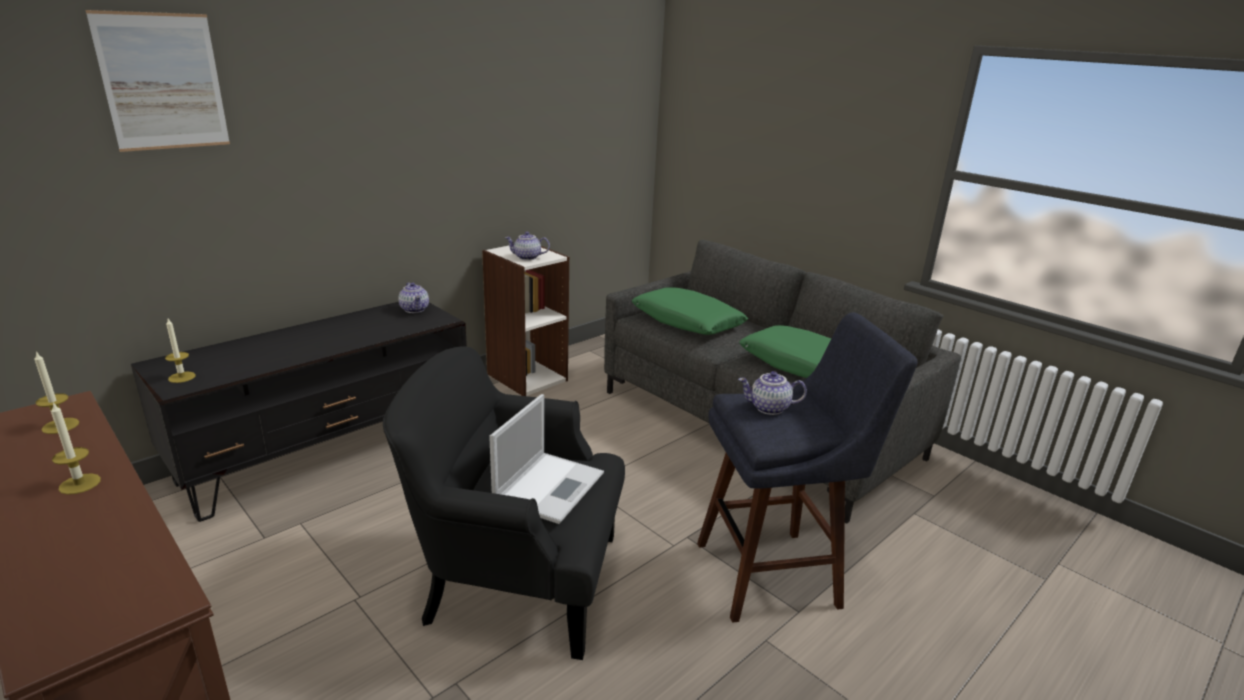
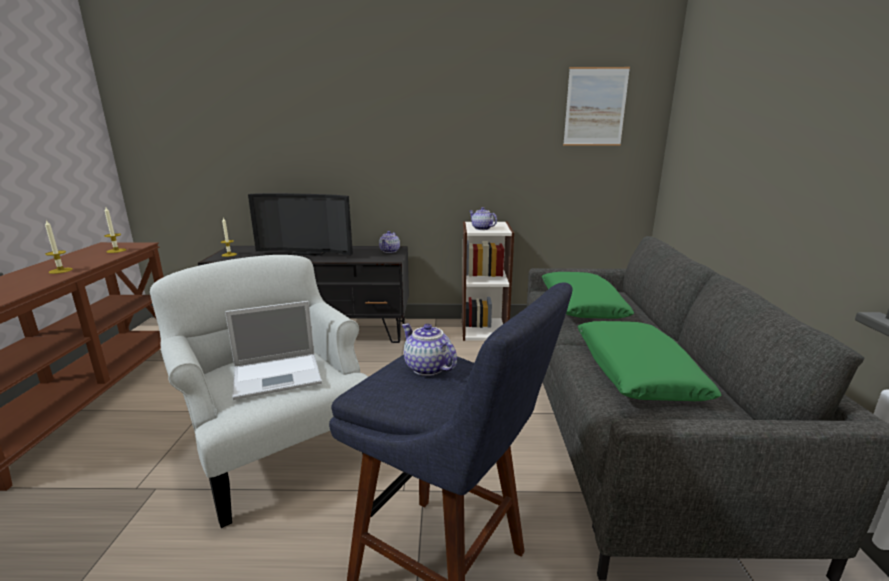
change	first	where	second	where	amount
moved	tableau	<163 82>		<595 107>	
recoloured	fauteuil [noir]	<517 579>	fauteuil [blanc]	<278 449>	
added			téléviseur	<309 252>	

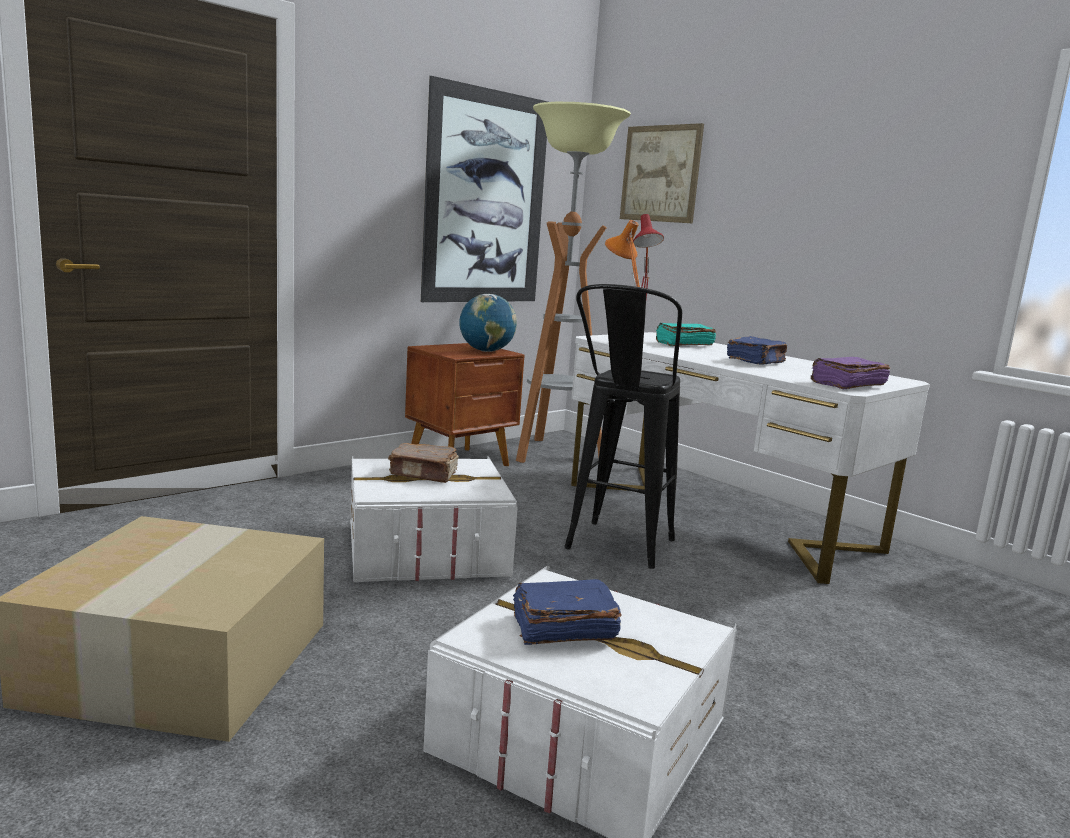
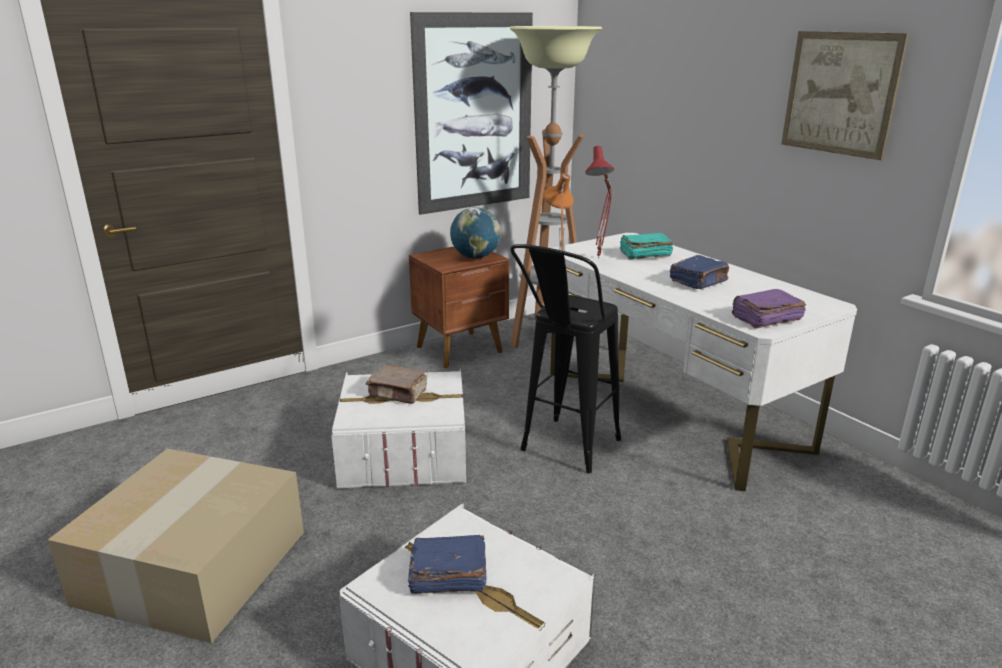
change	first	where	second	where	amount
moved	tableau	<660 174>		<840 93>	

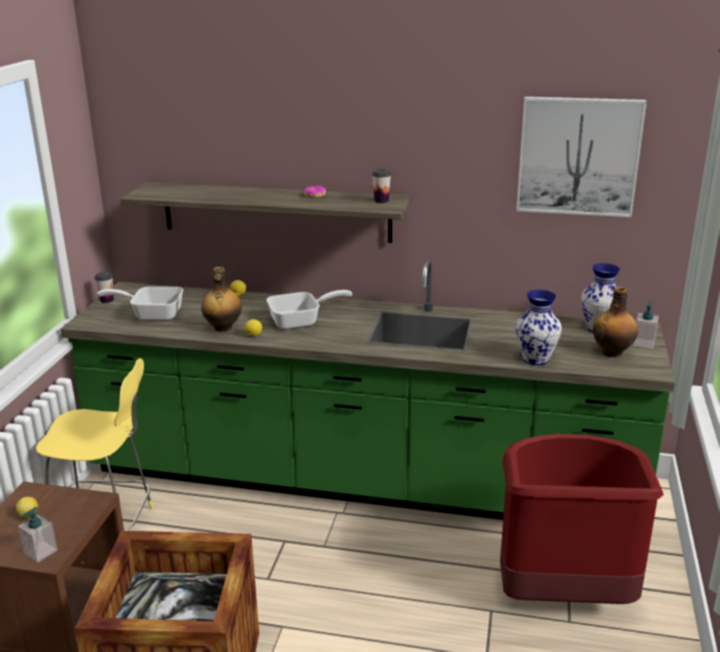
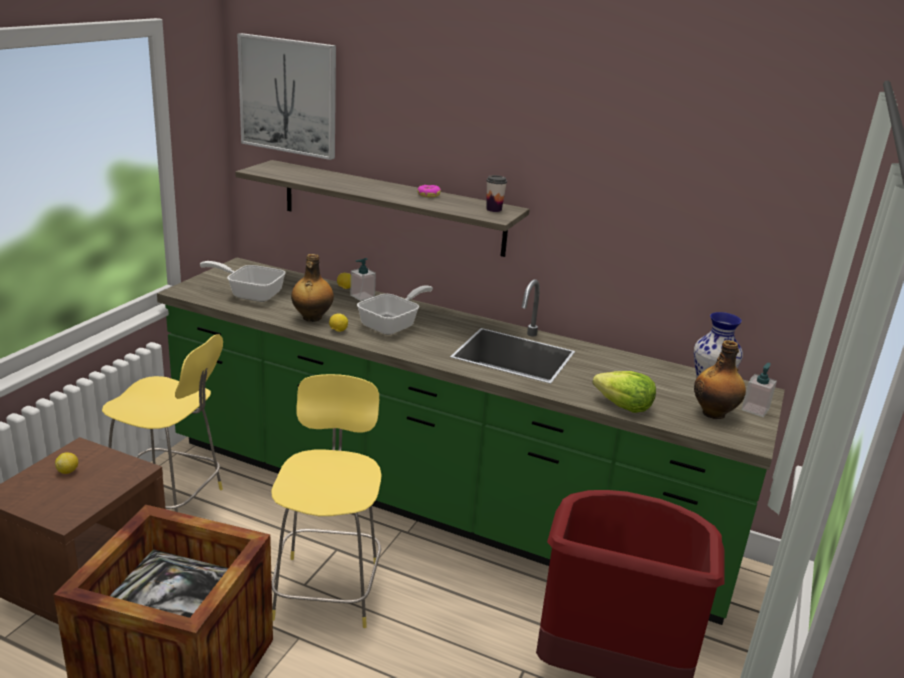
change	first	where	second	where	amount
moved	tableau	<578 156>		<288 96>	
removed	tasse	<107 300>			
turned	poêle	<301 322>		<393 325>	45 degrees counterclockwise
replaced	vase	<536 359>	laitue	<623 406>	
moved	distributeur de savon	<40 552>		<362 296>	
added			tabouret [jaune]	<327 587>	

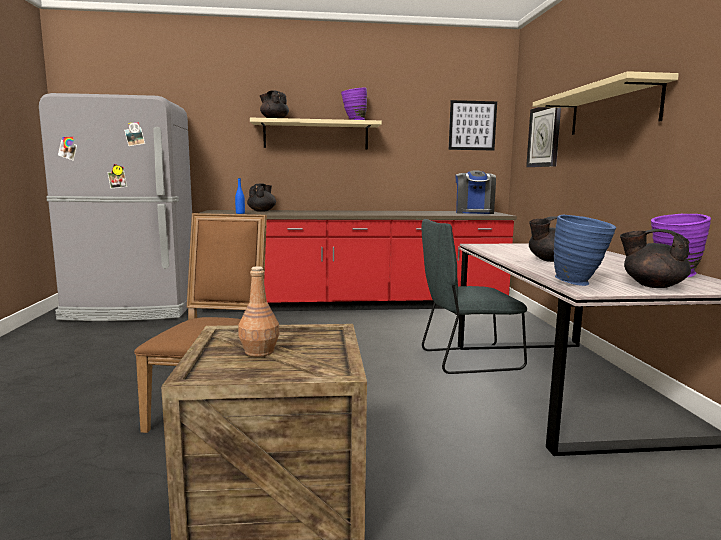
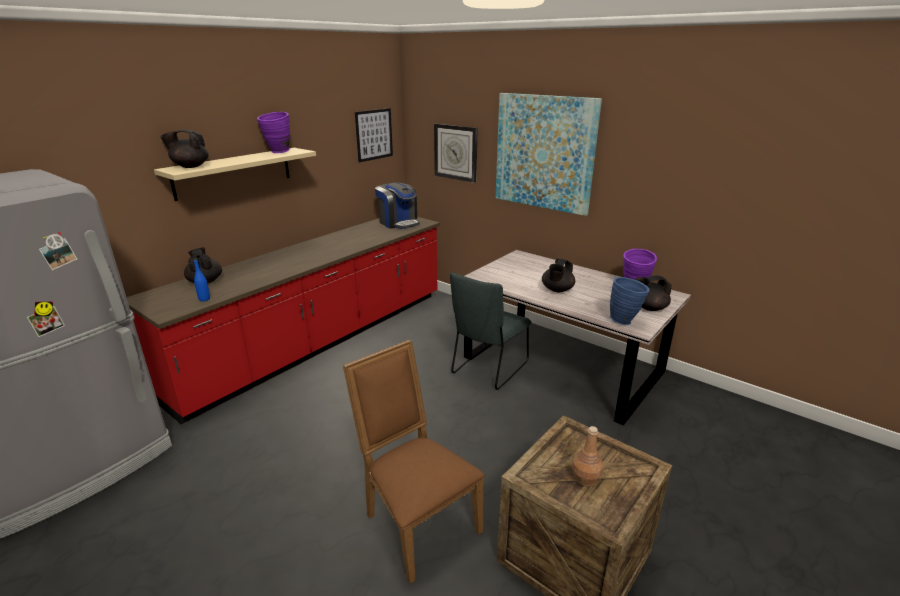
change	first	where	second	where	amount
replaced	étagère [beige]	<613 109>	tableau	<544 153>	

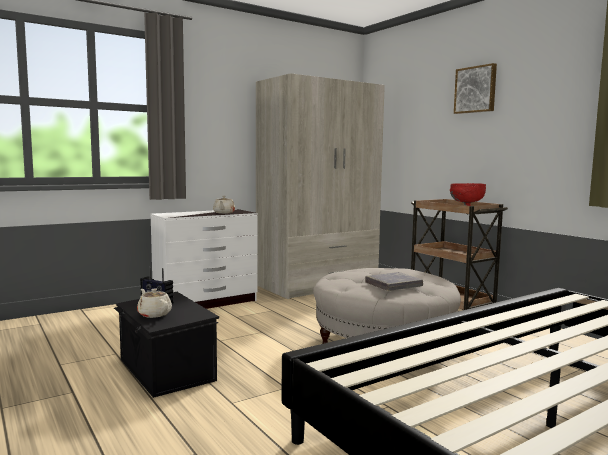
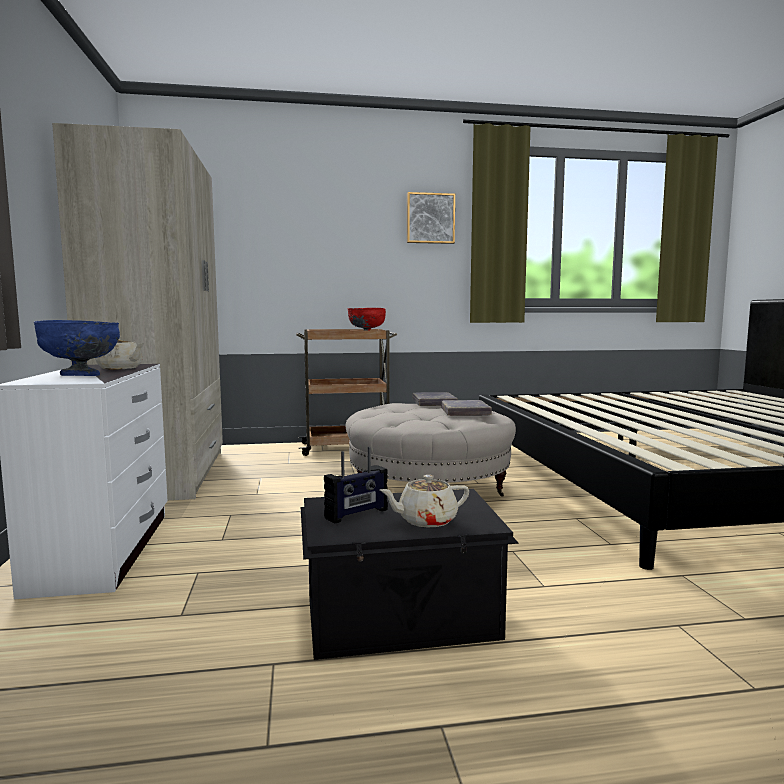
change	first	where	second	where	amount
moved	tableau	<476 89>		<430 218>	
added			bol [bleu]	<81 376>	
added			livre [gris]	<434 403>	

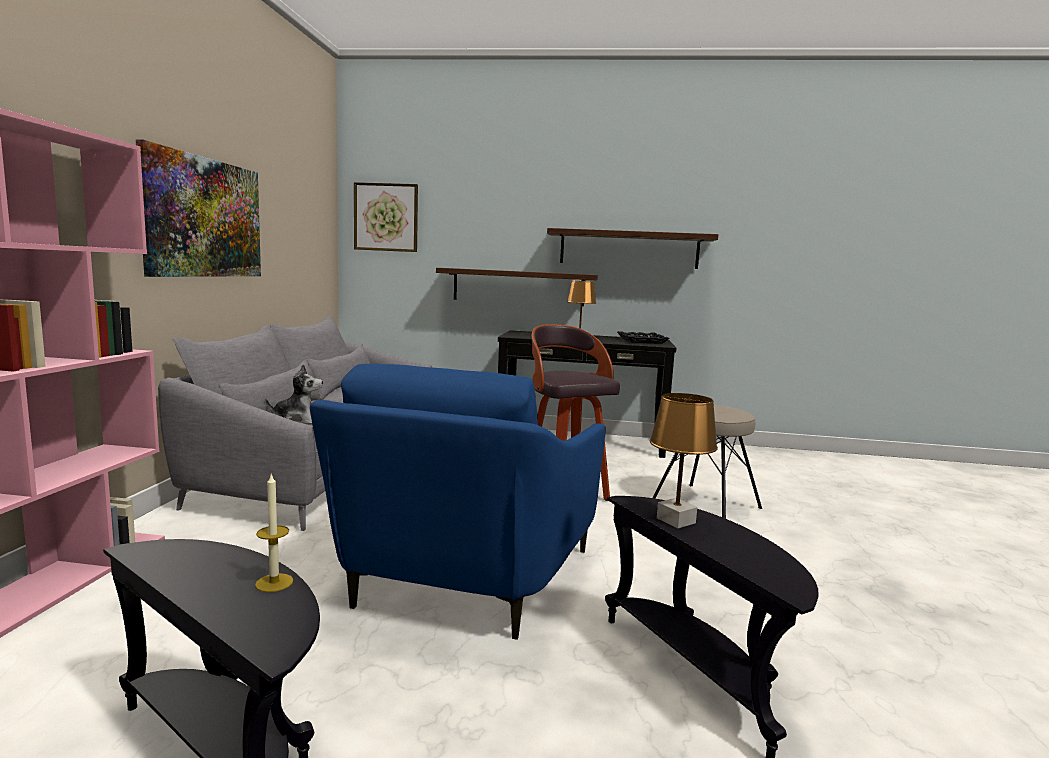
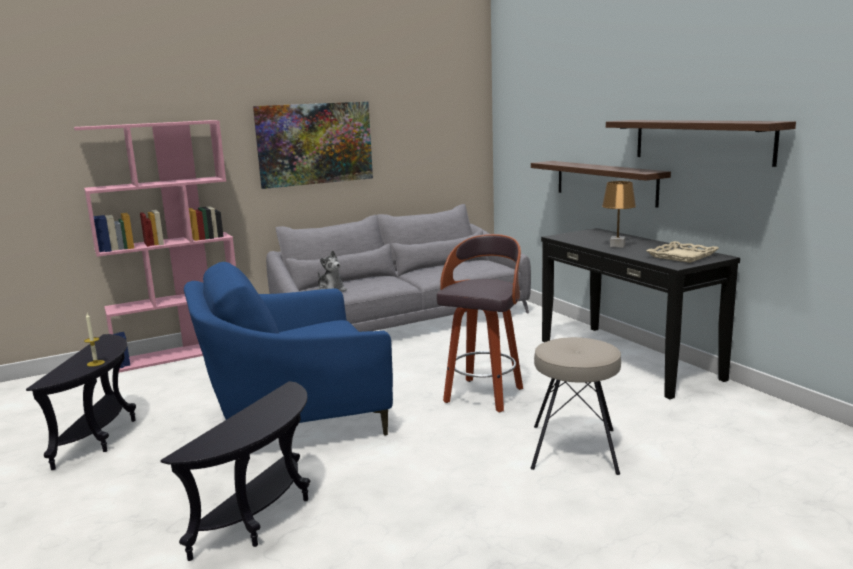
change	first	where	second	where	amount
removed	tableau	<386 217>			
recoloured	plateau [noir]	<641 341>	plateau [beige]	<681 256>	
removed	lampe de table [marron]	<676 521>			

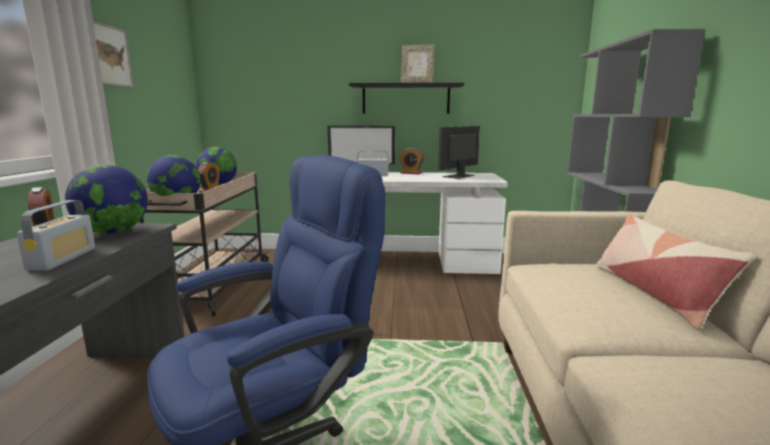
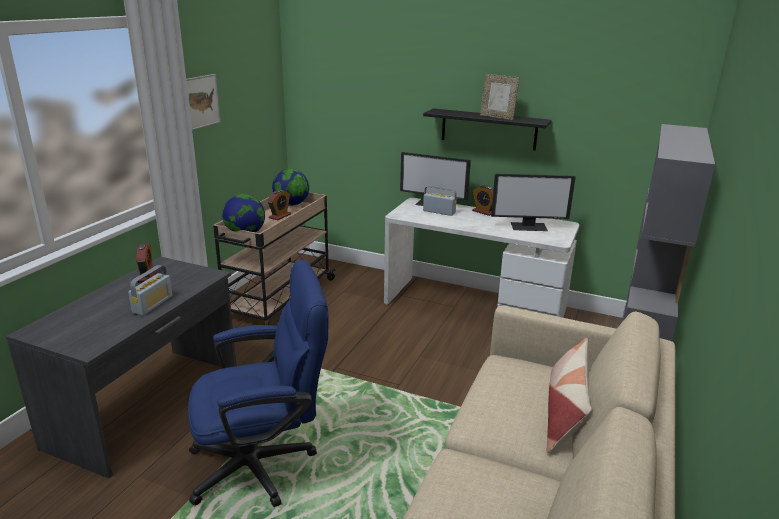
change	first	where	second	where	amount
turned	écran d'ordinateur	<459 176>		<529 226>	150 degrees counterclockwise
removed	globe	<113 232>			

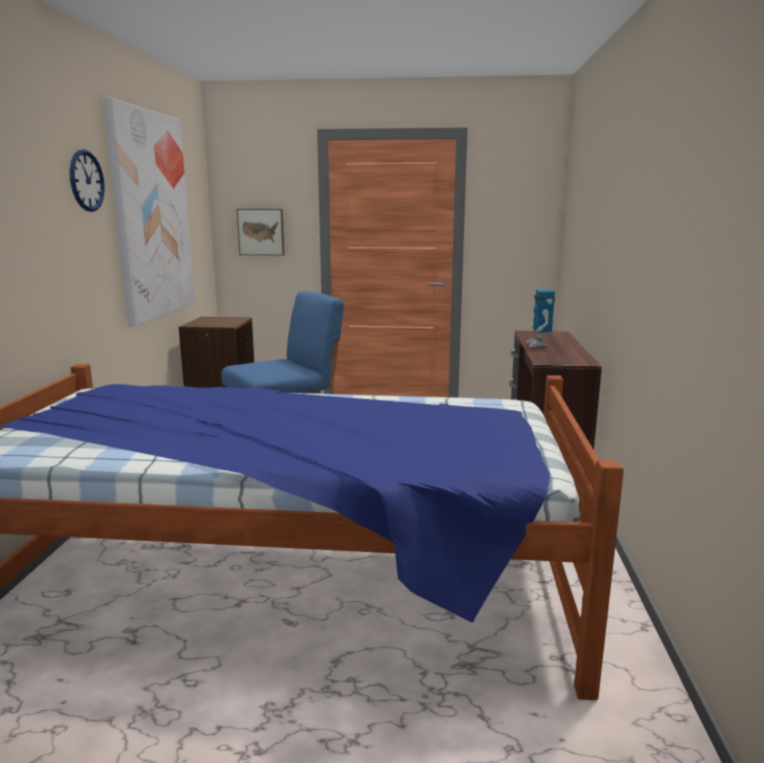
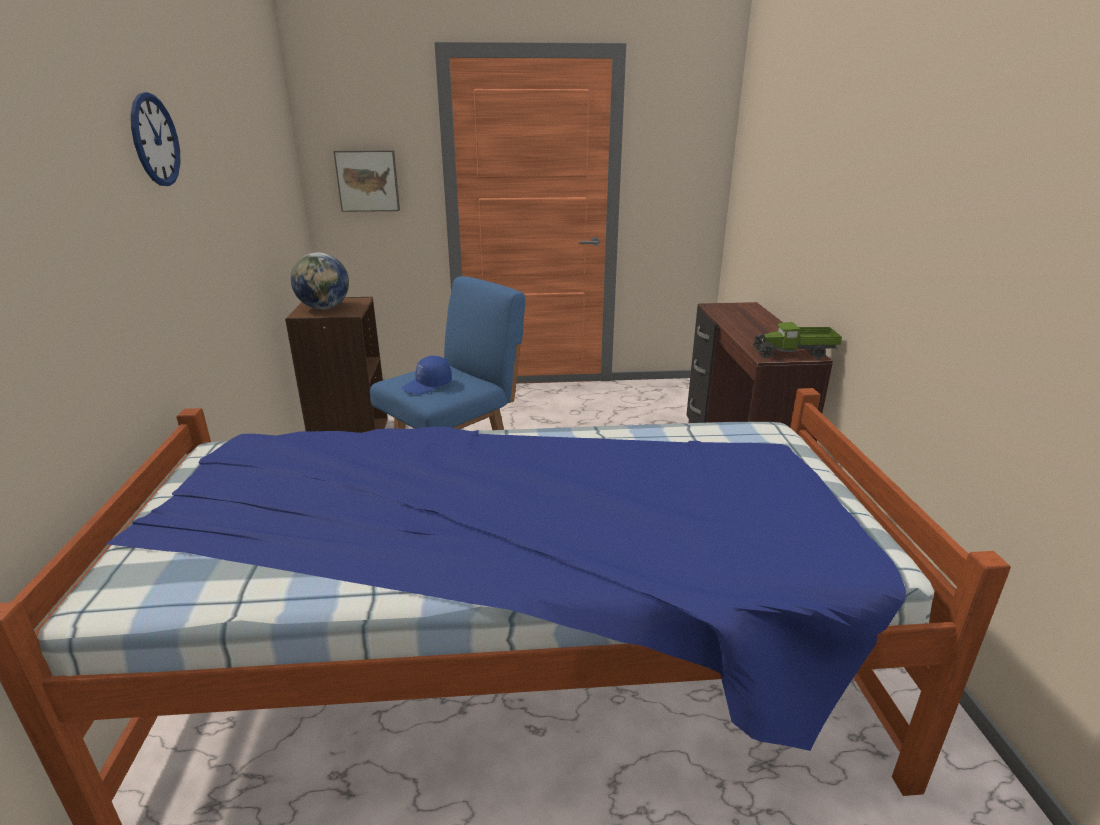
change	first	where	second	where	amount
removed	tableau	<152 215>			
removed	robot jouet	<538 344>			
added			globe	<324 308>	
added			camion jouet	<794 353>	
added			casquette [bleu]	<427 385>	

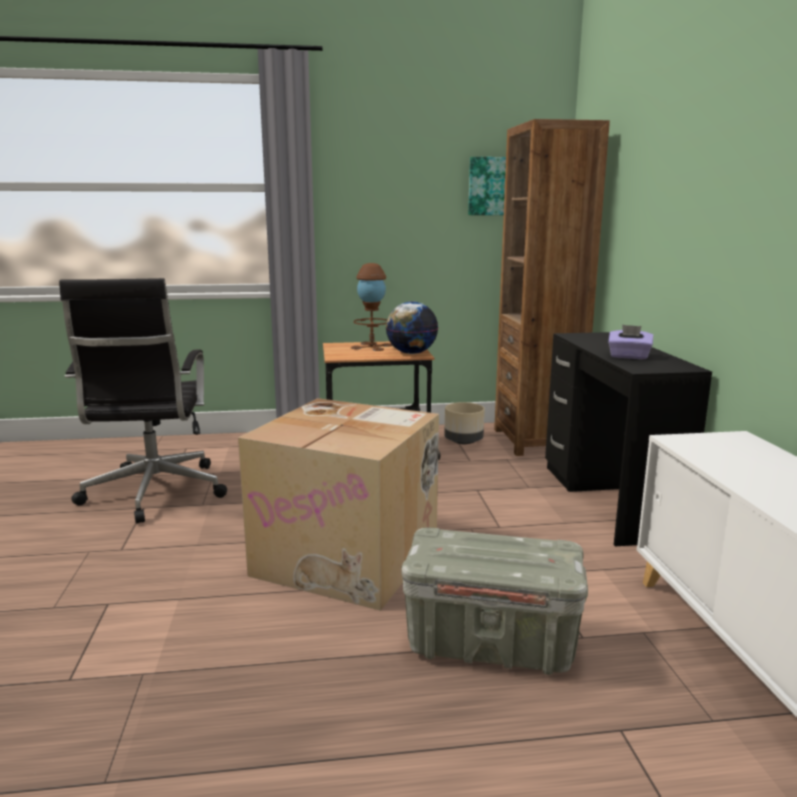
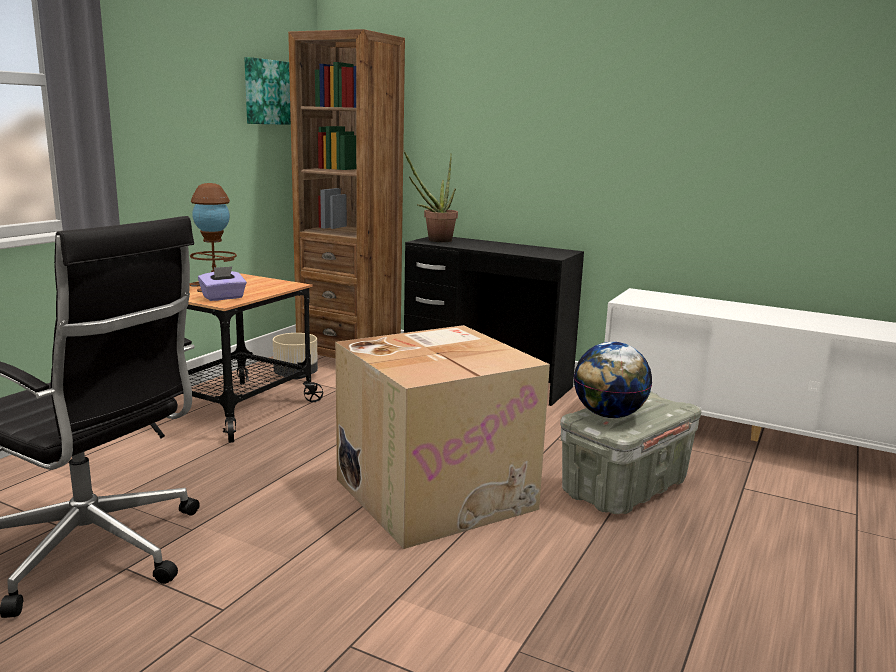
change	first	where	second	where	amount
moved	globe	<411 353>		<608 415>	
moved	boîte à mouchoirs [violet]	<629 356>		<223 297>	
added			plante en pot	<435 240>	

